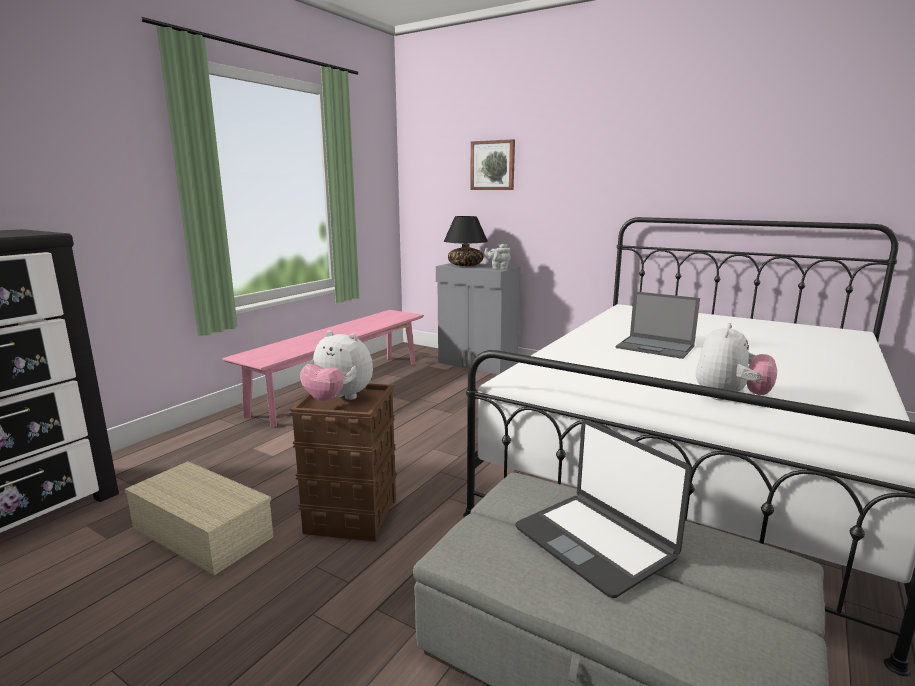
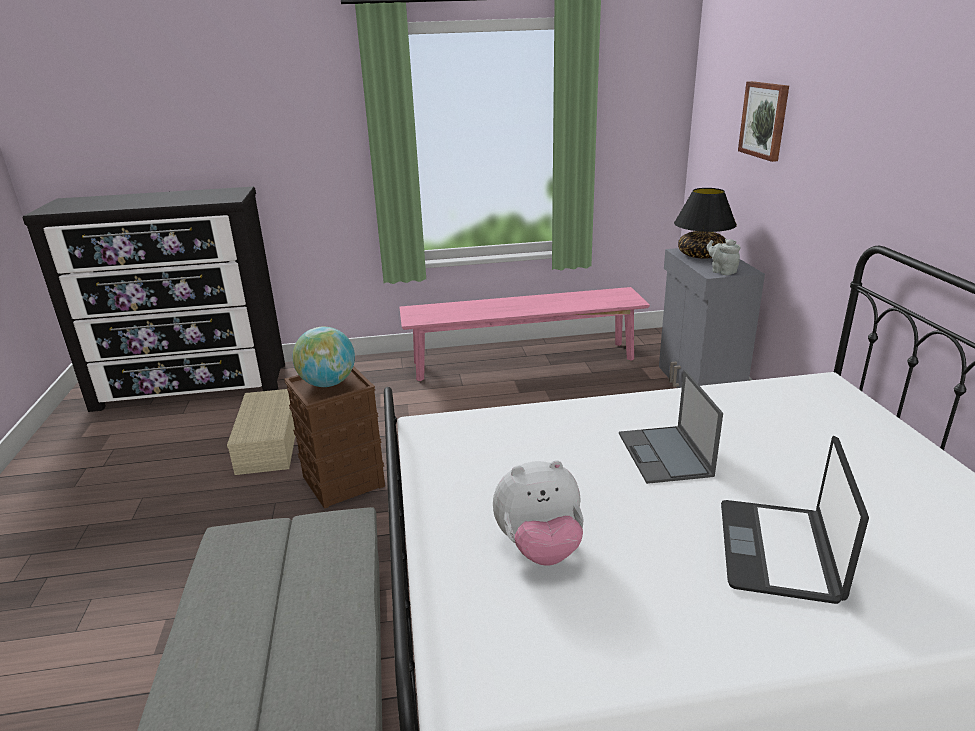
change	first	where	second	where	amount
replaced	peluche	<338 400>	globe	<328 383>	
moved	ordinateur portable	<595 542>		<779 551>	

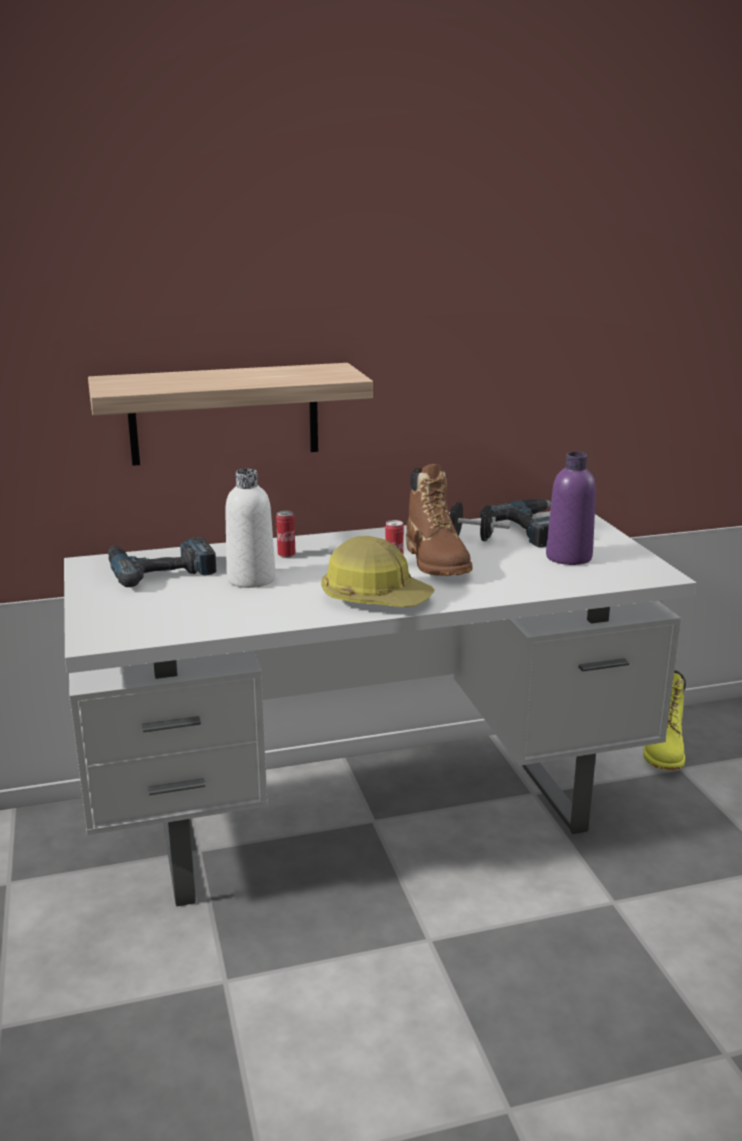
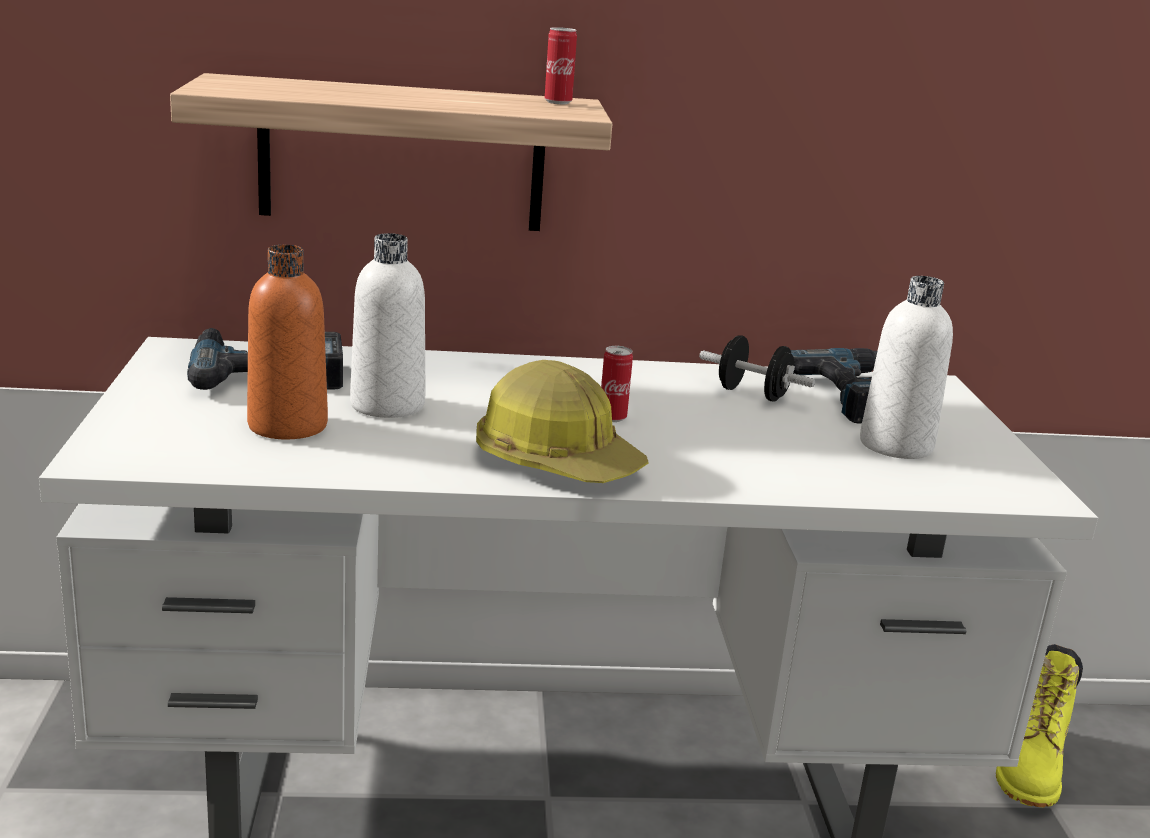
change	first	where	second	where	amount
recoloured	bouteille [violet]	<568 557>	bouteille [blanc]	<896 445>	
removed	botte [marron]	<436 562>			
moved	boîte métallique	<286 555>		<558 102>	
added			bouteille [orange]	<287 425>	

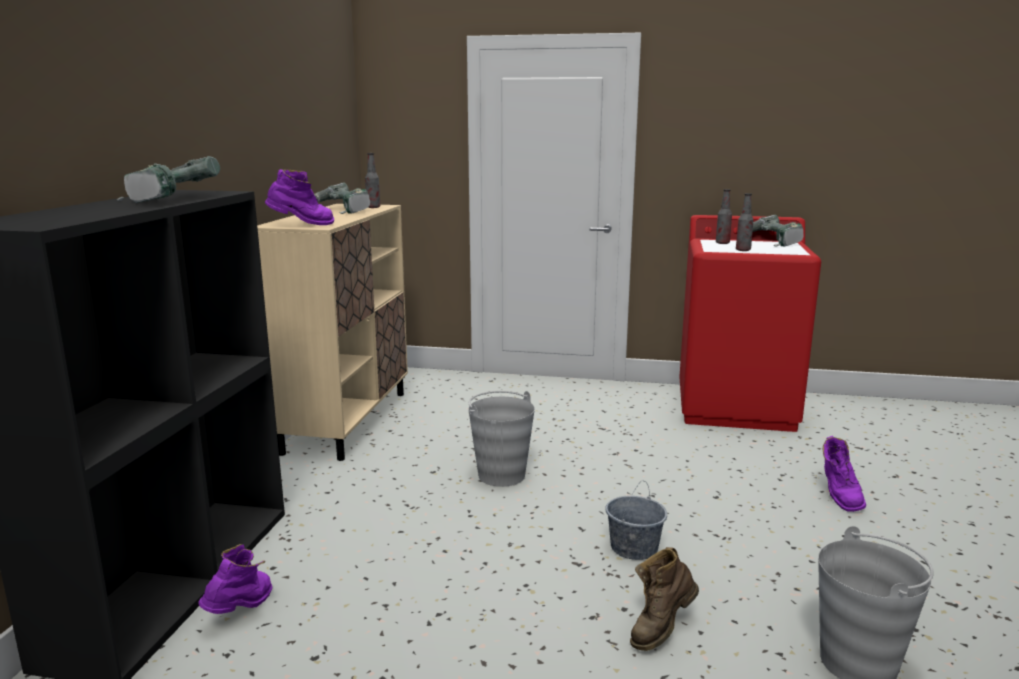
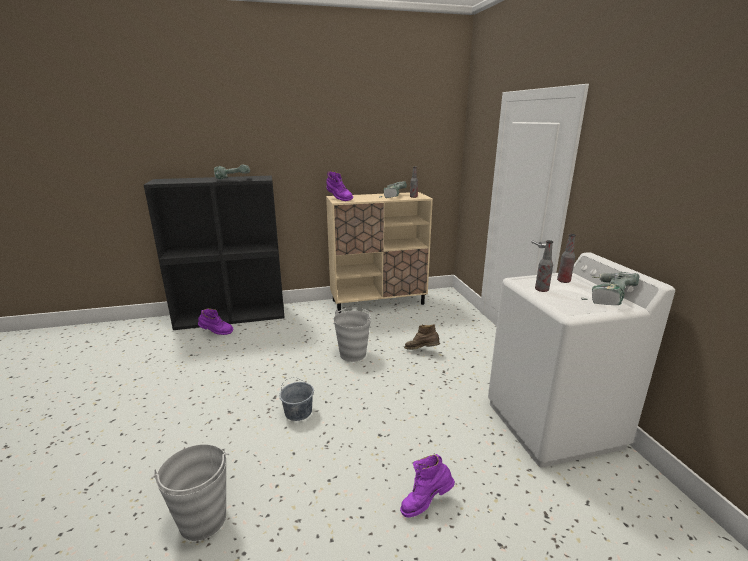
change	first	where	second	where	amount
recoloured	lave-linge [rouge]	<736 407>	lave-linge [blanc]	<553 425>	
moved	botte [marron]	<660 629>		<422 351>	

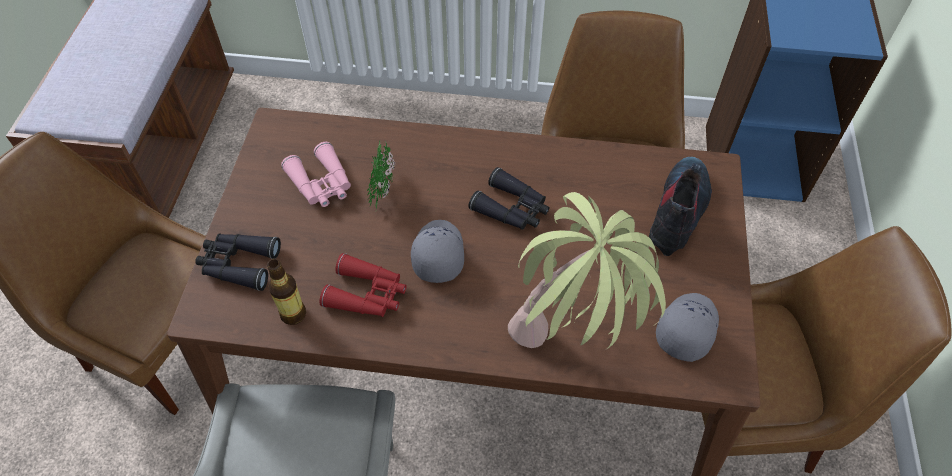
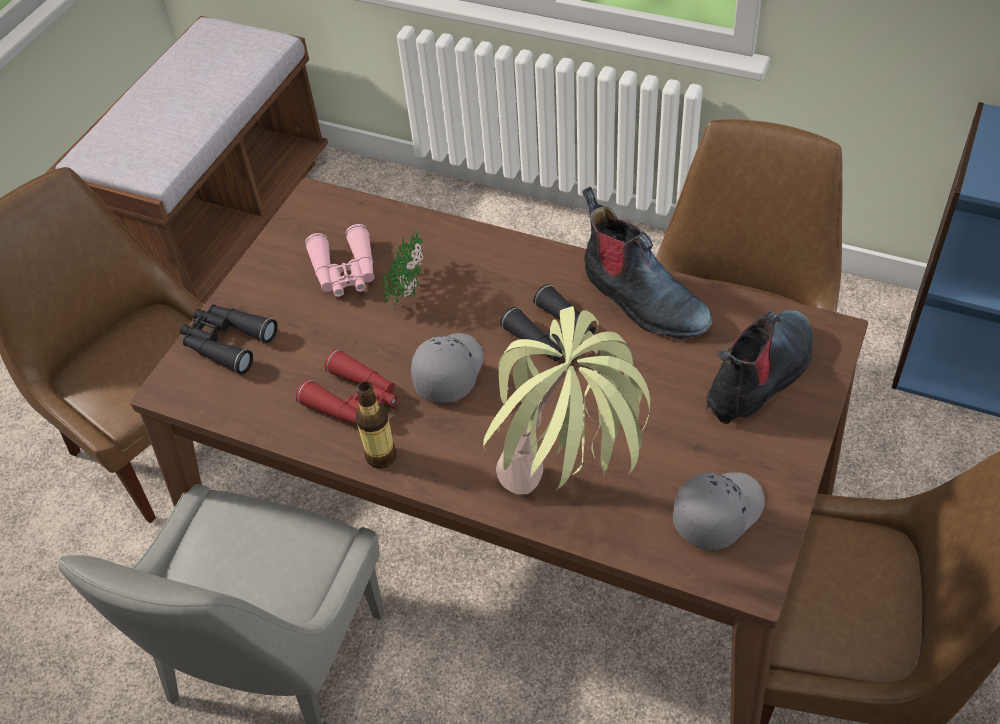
change	first	where	second	where	amount
moved	bouteille	<293 314>		<381 456>	
added			botte	<641 300>	

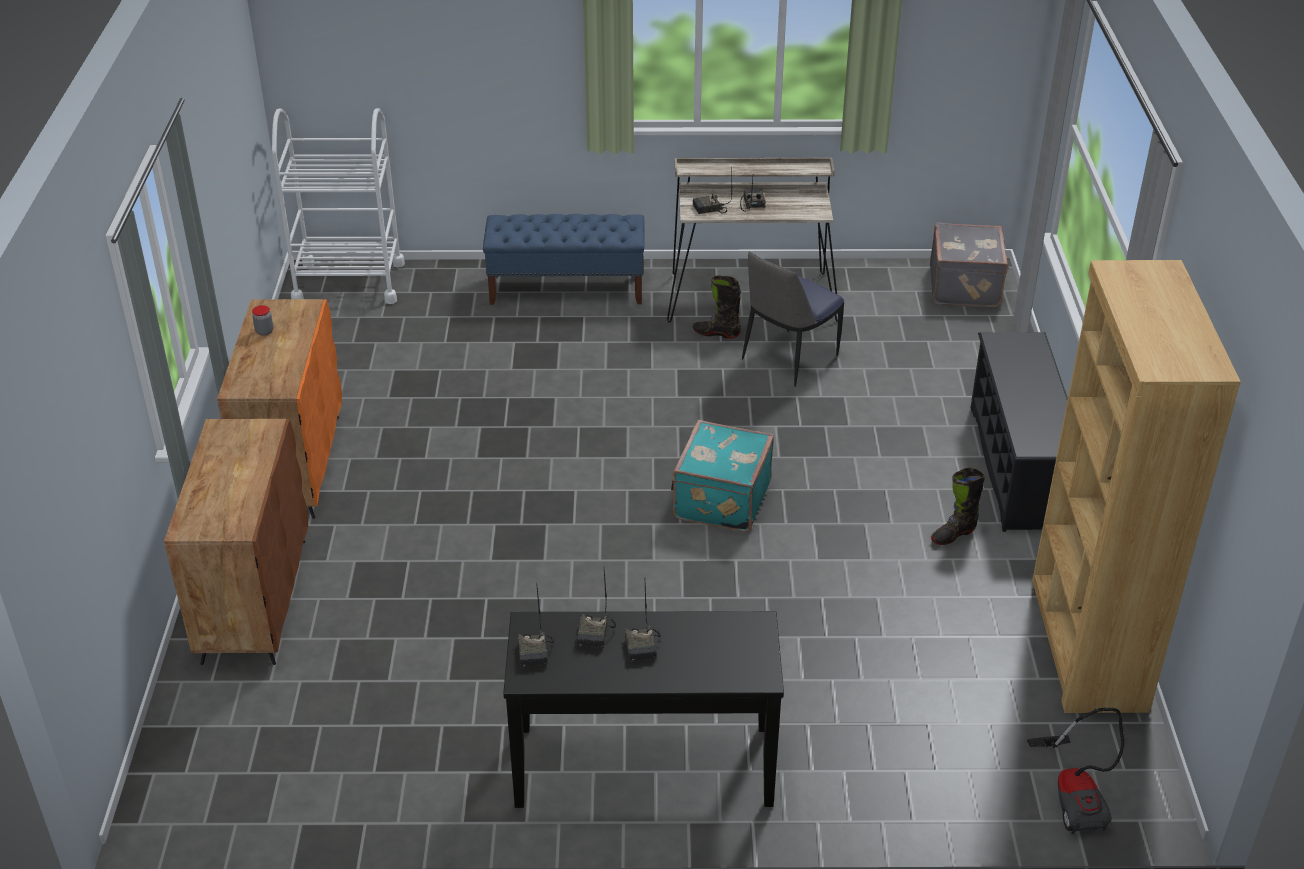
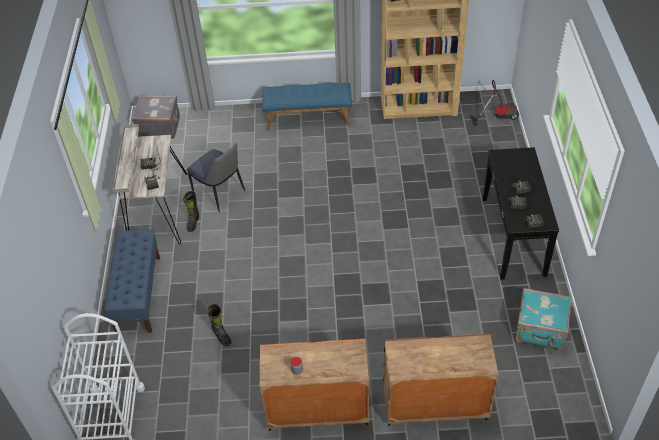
change	first	where	second	where	amount
replaced	étagère à chaussures [noir]	<1017 466>	banc [bleu]	<308 118>	
moved	valise [turquoise]	<720 500>		<540 330>	
moved	botte [noir]	<953 534>		<221 336>	

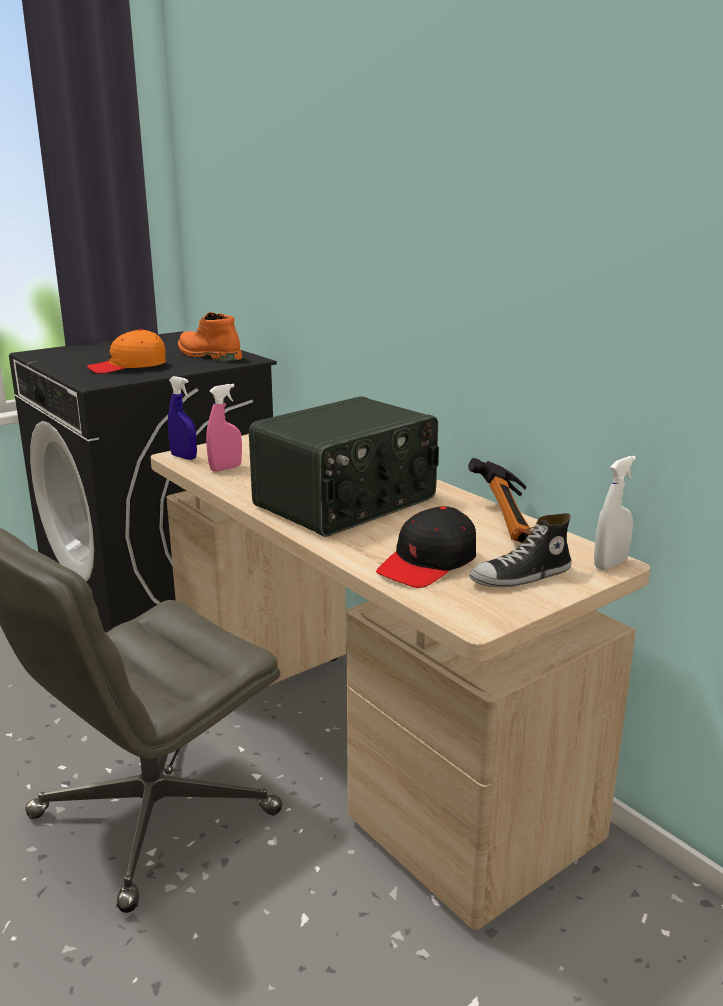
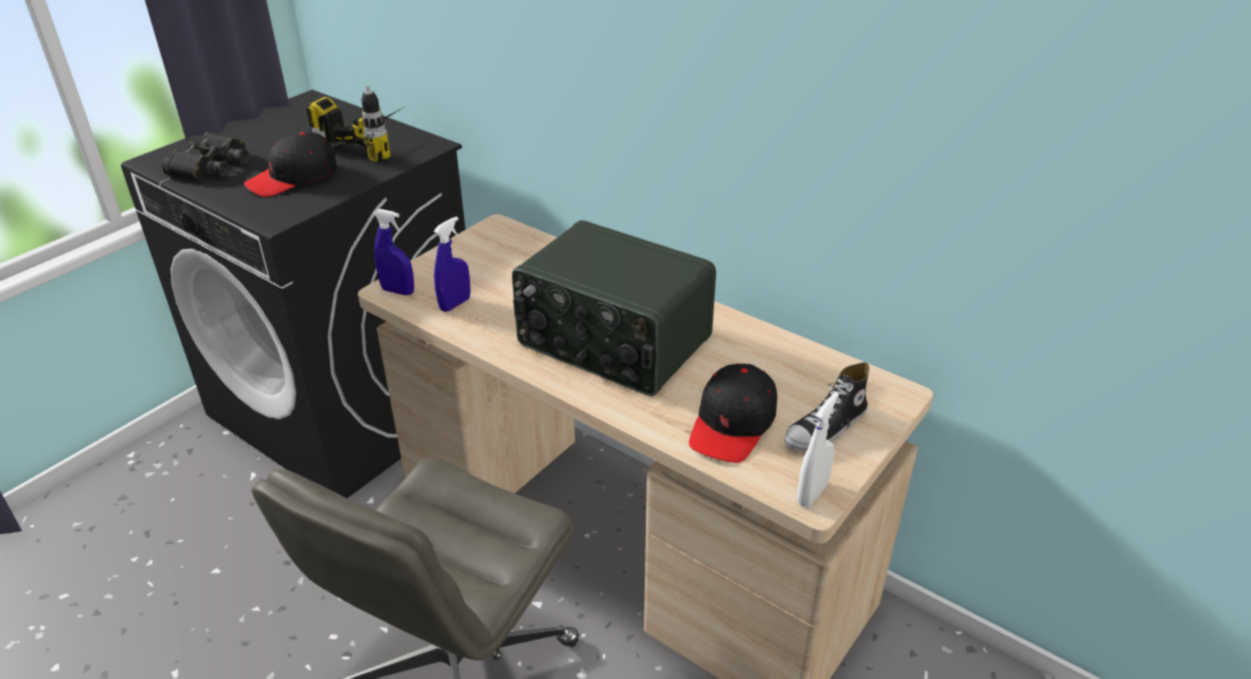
change	first	where	second	where	amount
replaced	botte [orange]	<208 355>	perceuse	<375 142>	
recoloured	casquette [orange]	<128 366>	casquette [noir]	<293 177>	
recoloured	vaporisateur [rose]	<225 468>	vaporisateur [bleu]	<455 304>	
turned	radio	<347 503>		<612 343>	90 degrees clockwise
moved	vaporisateur [blanc]	<610 564>		<812 494>	
removed	marteau	<511 520>			
added			jumelles [noir]	<211 165>	

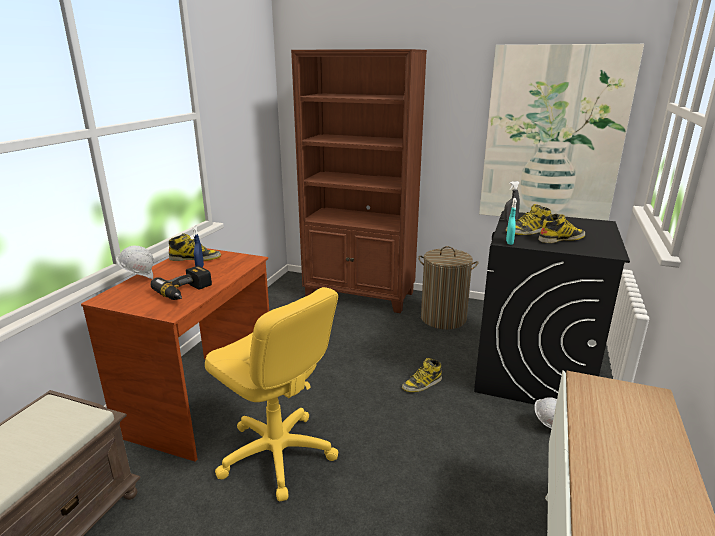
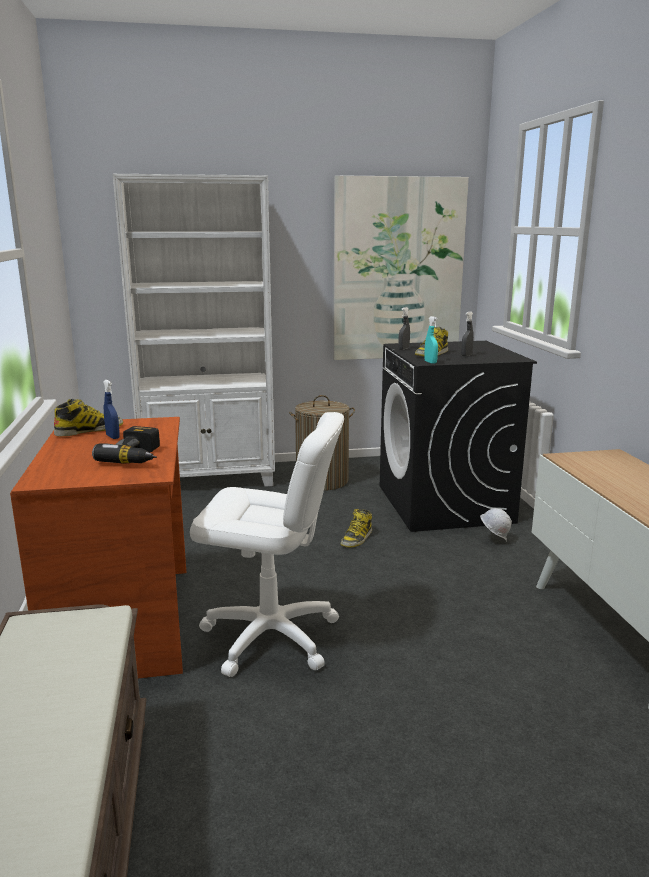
change	first	where	second	where	amount
recoloured	bibliothèque [marron]	<360 295>	bibliothèque [blanc]	<210 479>	
replaced	botte	<561 239>	vaporisateur [gris]	<466 355>	
removed	casque de chantier [blanc]	<139 279>			
recoloured	chaise de bureau [jaune]	<277 454>	chaise de bureau [blanc]	<270 637>	

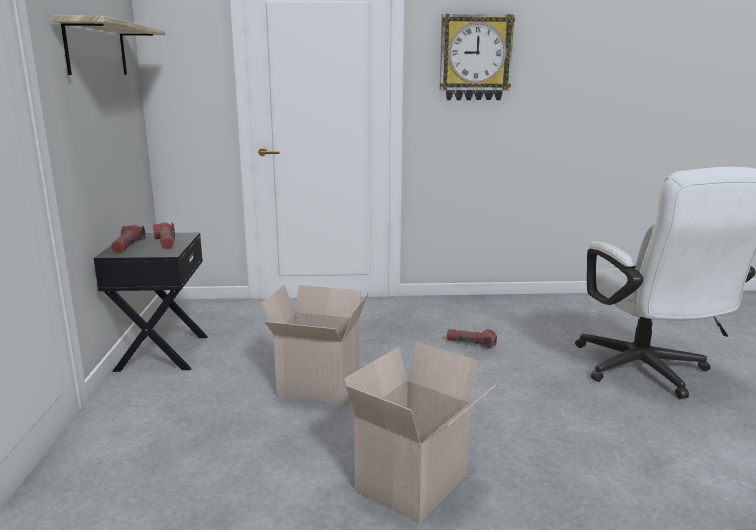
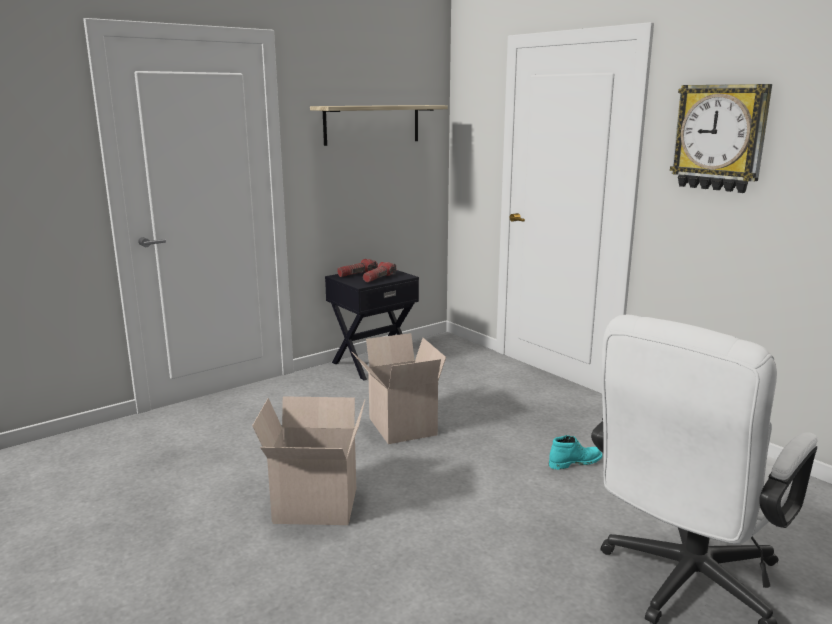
change	first	where	second	where	amount
replaced	lampe de poche	<471 343>	botte [turquoise]	<574 462>	

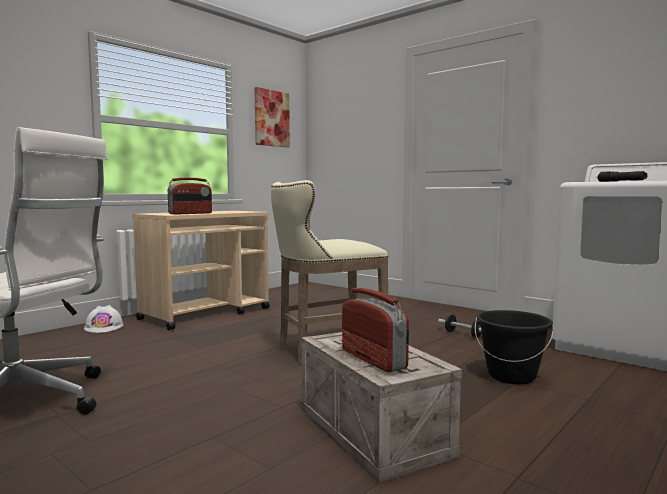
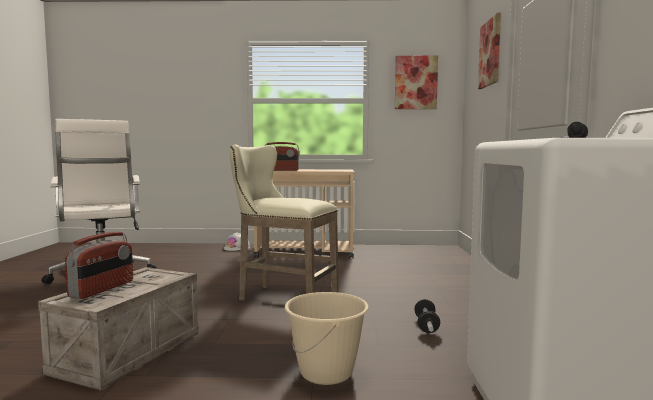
change	first	where	second	where	amount
recoloured	seau [noir]	<511 376>	seau [beige]	<326 372>	
added			tableau	<490 53>	

